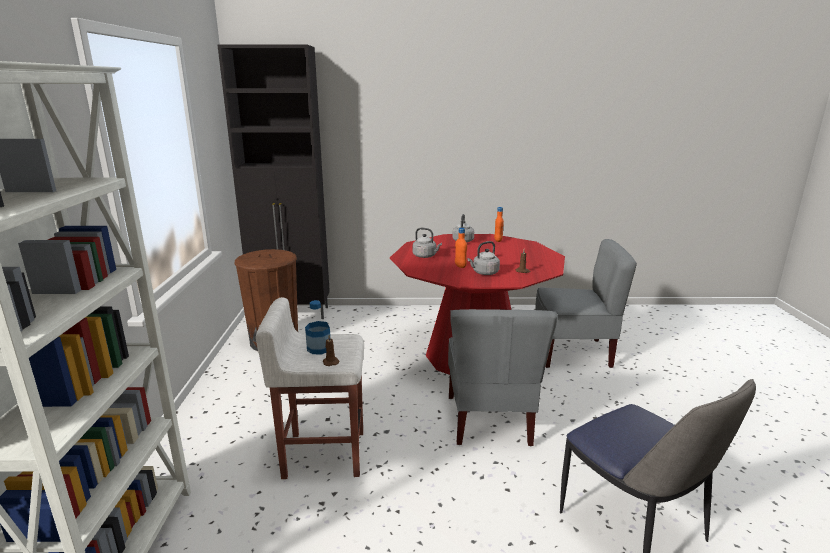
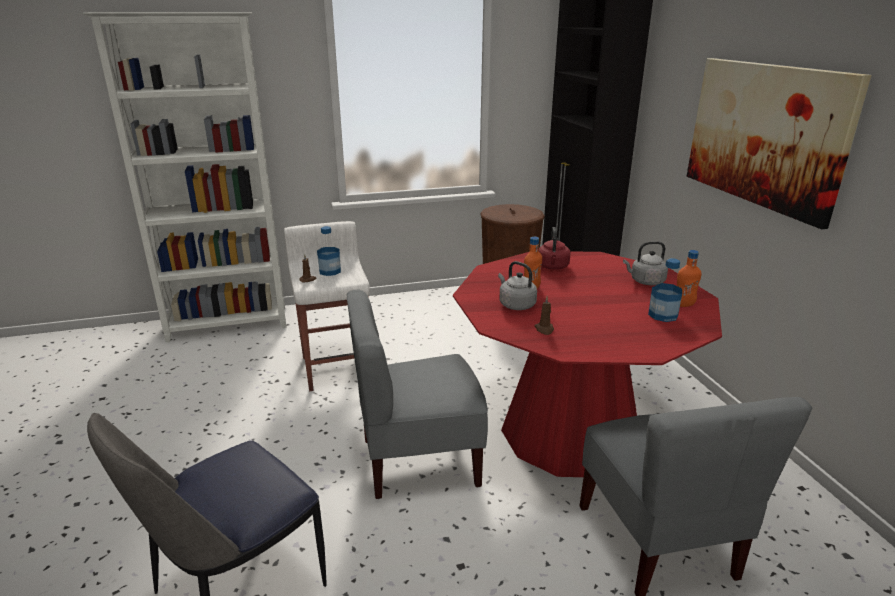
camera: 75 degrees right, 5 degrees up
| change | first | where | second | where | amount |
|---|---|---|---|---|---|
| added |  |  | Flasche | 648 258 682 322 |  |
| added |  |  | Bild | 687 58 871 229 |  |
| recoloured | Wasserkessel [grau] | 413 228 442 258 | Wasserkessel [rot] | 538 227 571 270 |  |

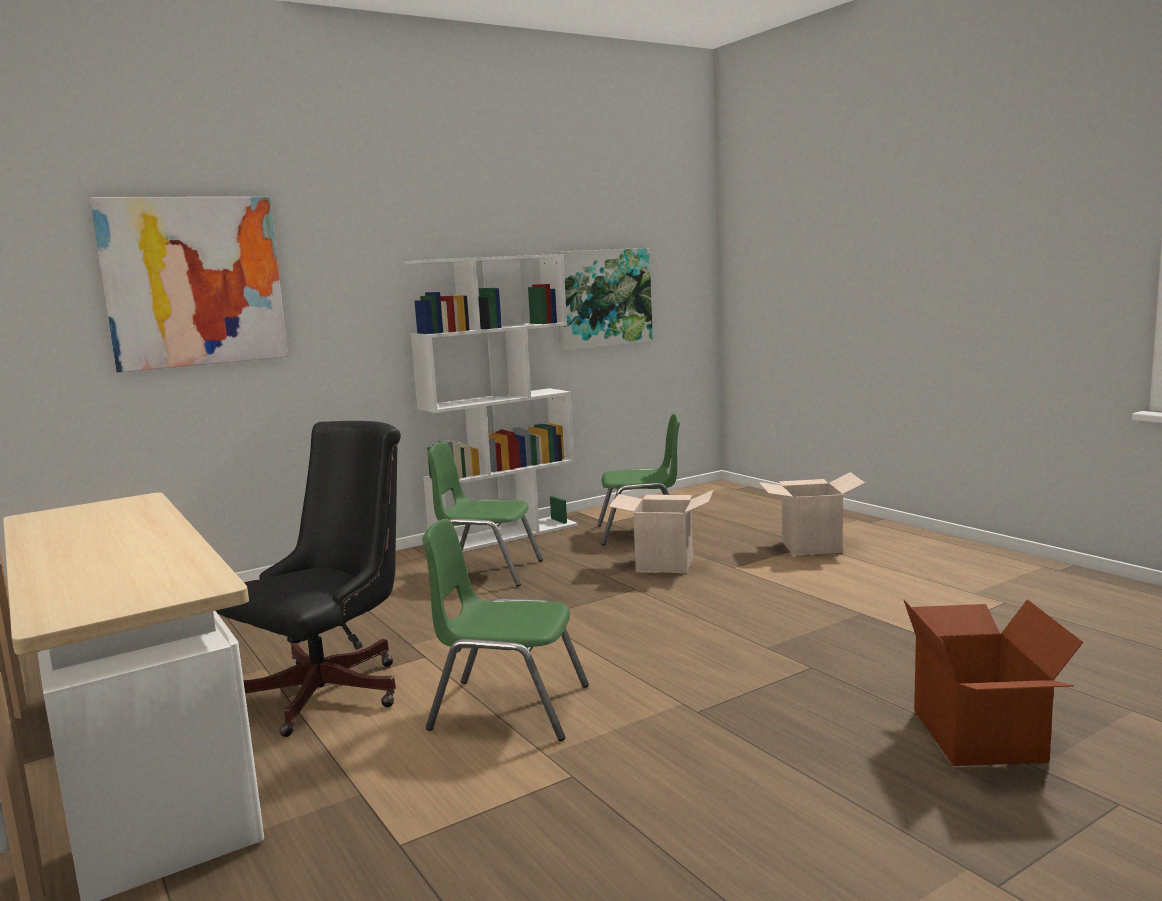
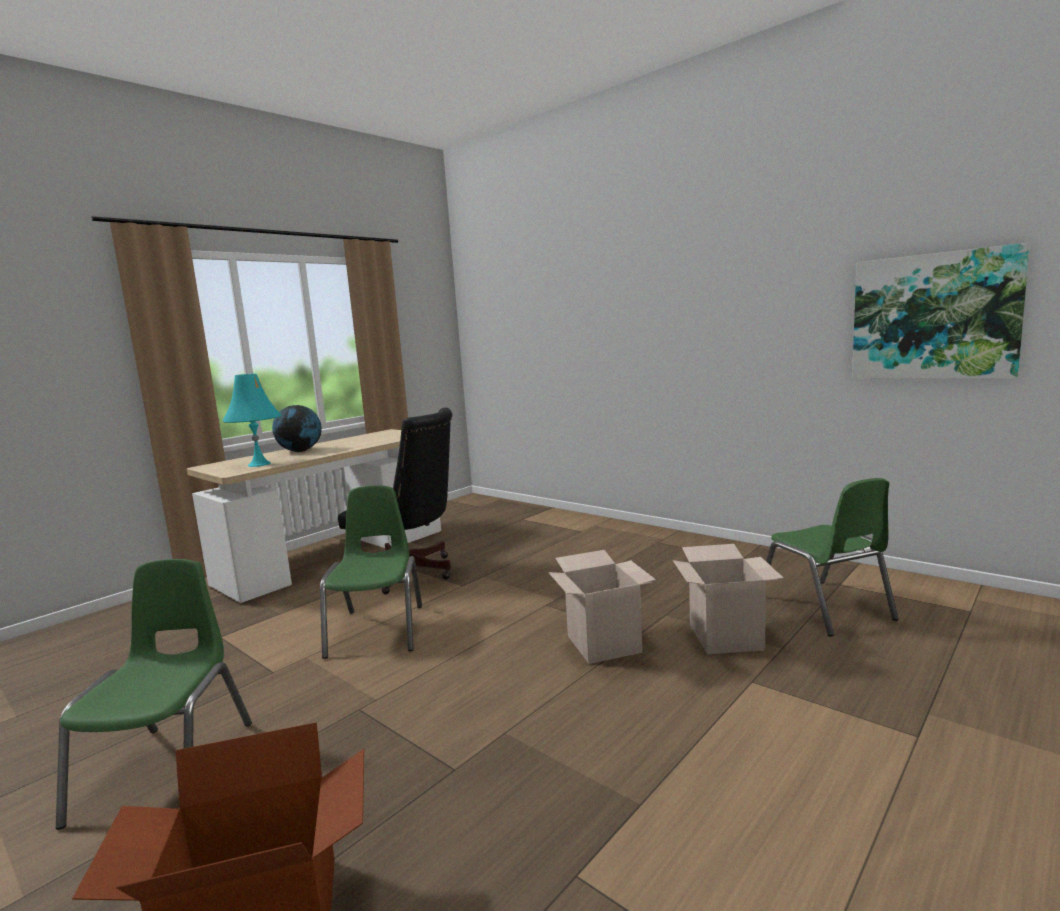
camera: 75 degrees right, 0 degrees up
| change | first | where | second | where | amount |
|---|---|---|---|---|---|
| removed | Bild | 90 197 288 372 |  |  |  |
| removed | Bücherregal [weiß] | 404 254 578 552 |  |  |  |
| added |  |  | Tischlampe [türkis] | 223 374 281 467 |  |
| added |  |  | Globus | 272 405 322 452 |  |
| moved | Stuhl [grün] | 427 442 543 587 |  | 56 559 252 830 |  |
| moved | Karton | 758 472 865 555 |  | 548 550 656 664 |  |

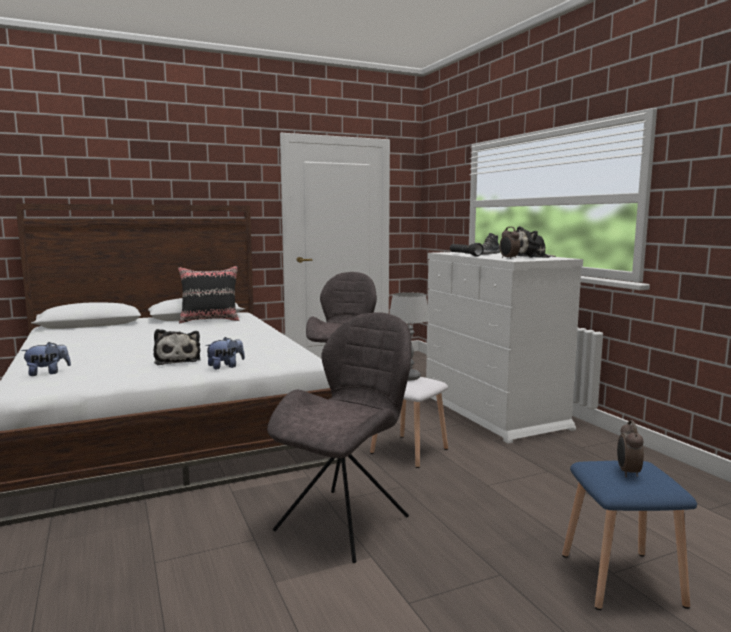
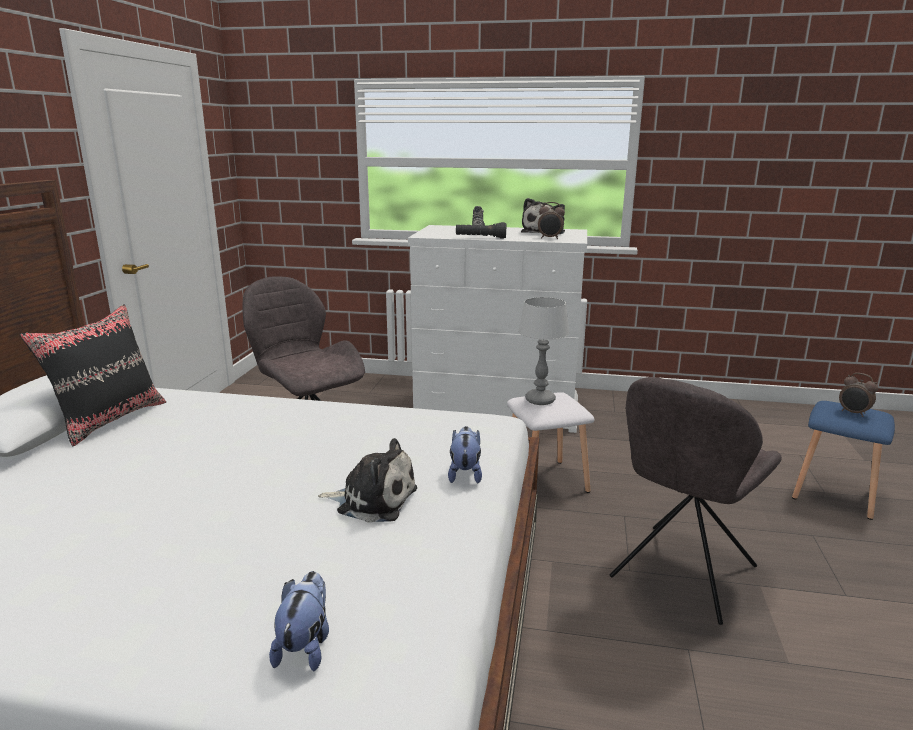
camera: 55 degrees left, 10 degrees up
| change | first | where | second | where | amount |
|---|---|---|---|---|---|
| turned | Stuhl [grau] | 267 312 411 563 |  | 610 377 782 625 | 120 degrees counterclockwise |

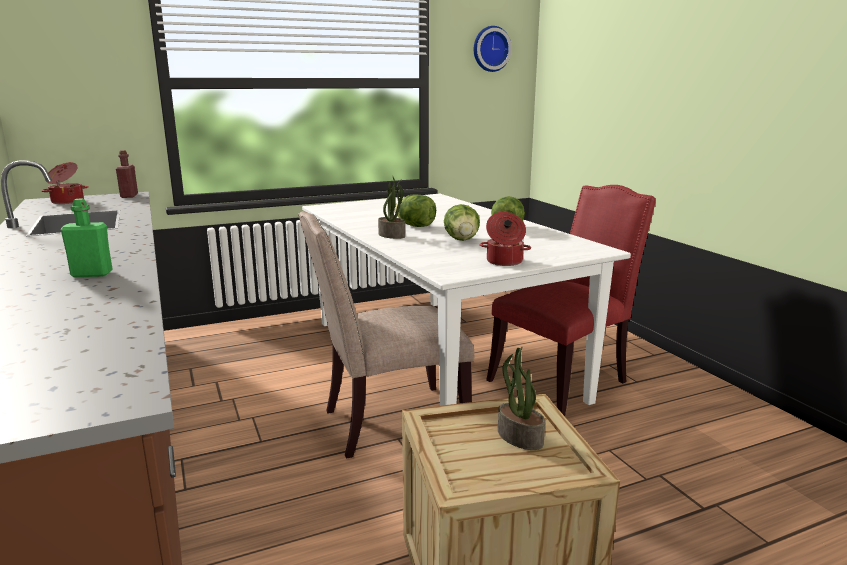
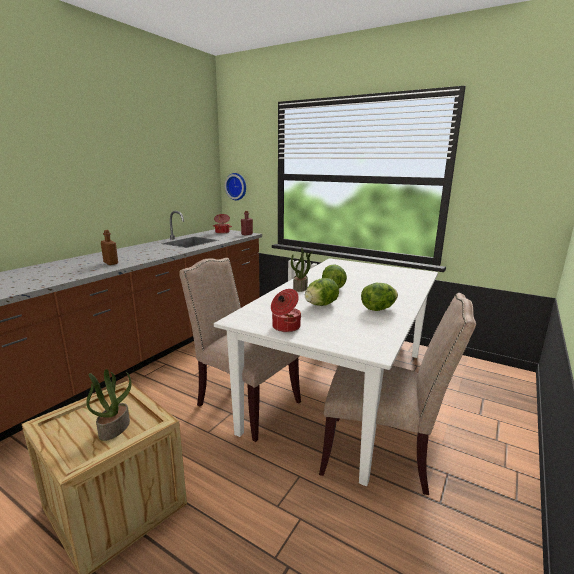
camera: 55 degrees right, 0 degrees up
| change | first | where | second | where | amount |
|---|---|---|---|---|---|
| moved | Wanduhr | 474 26 512 72 |  | 225 173 246 201 |  |
| recoloured | Flasche [grün] | 61 199 112 277 | Flasche [braun] | 101 230 118 265 |  |
| recoloured | Stuhl [rot] | 486 185 656 416 | Stuhl [beige] | 319 293 476 495 |  |

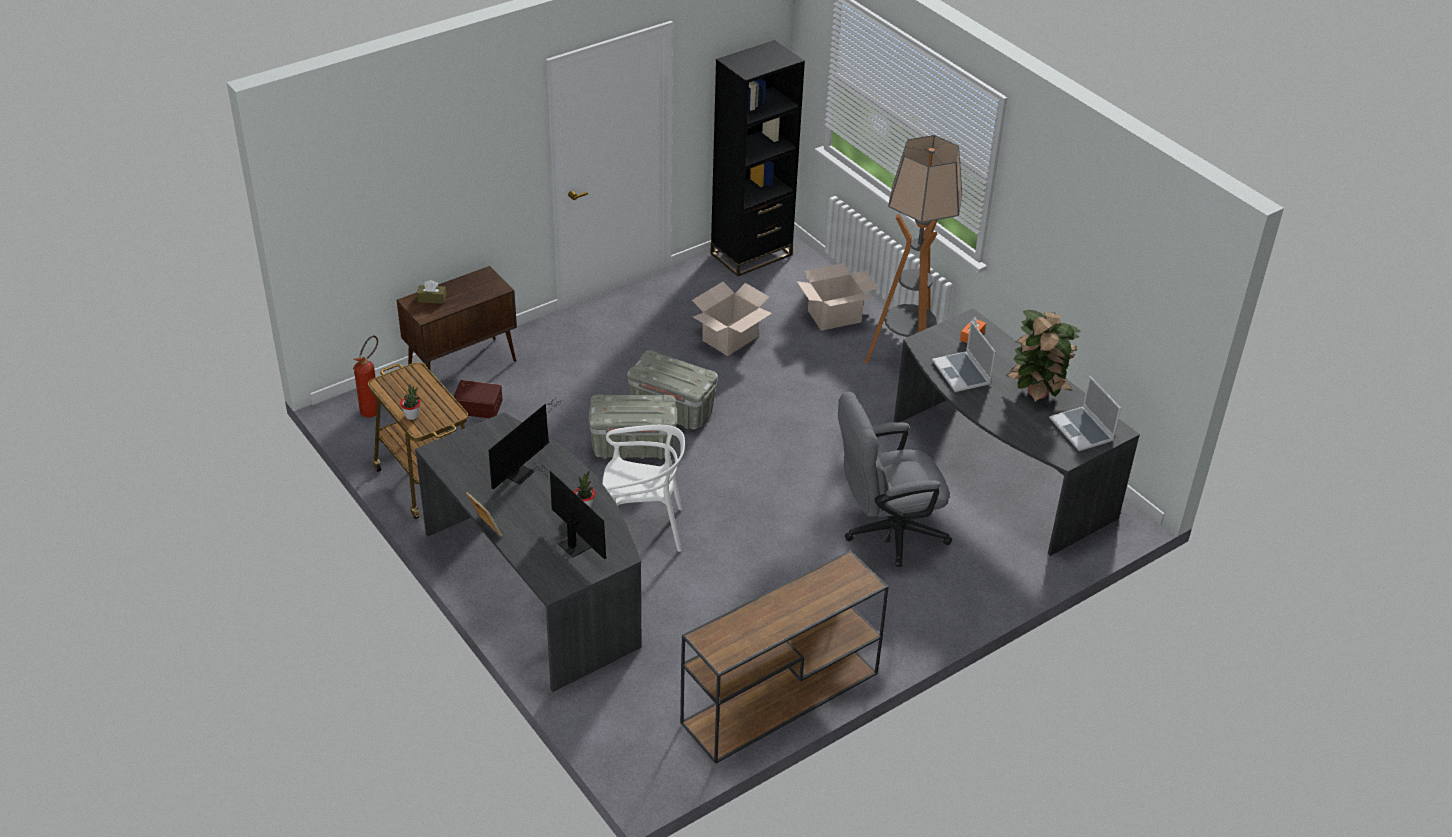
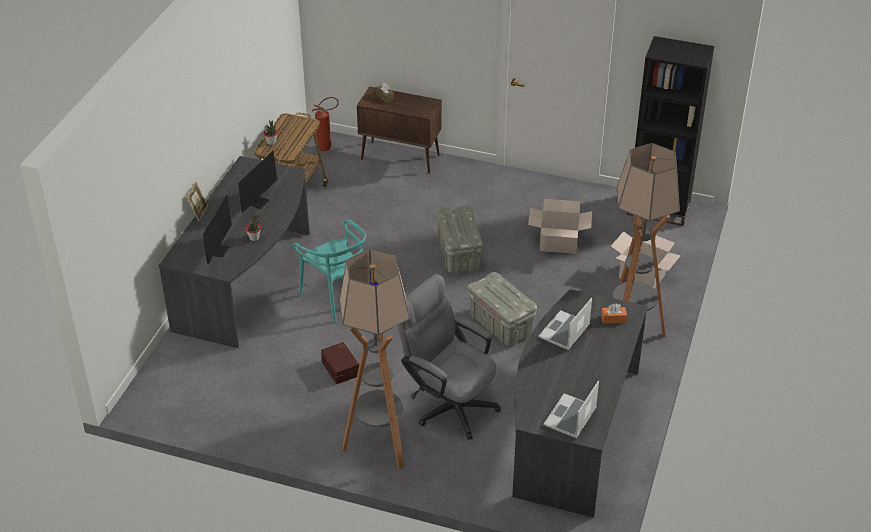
camera: 55 degrees right, 0 degrees up
| change | first | where | second | where | amount |
|---|---|---|---|---|---|
| removed | Konsolentisch [braun] | 680 550 889 764 |  |  |  |
| removed | Topfpflanze | 1005 310 1081 403 |  |  |  |
| added |  |  | Stehlampe | 339 249 410 470 |  |
| moved | Aufbewahrungsbox [braun] | 453 380 503 418 |  | 321 342 359 384 |  |
| moved | Aufbewahrungsbox [grau] | 589 394 677 459 |  | 468 272 537 345 |  |
| recoloured | Stuhl [weiß] | 602 425 685 552 | Stuhl [türkis] | 292 219 366 323 |  |
| turned | Monitor | 488 398 564 489 |  | 238 146 281 212 | 60 degrees counterclockwise |

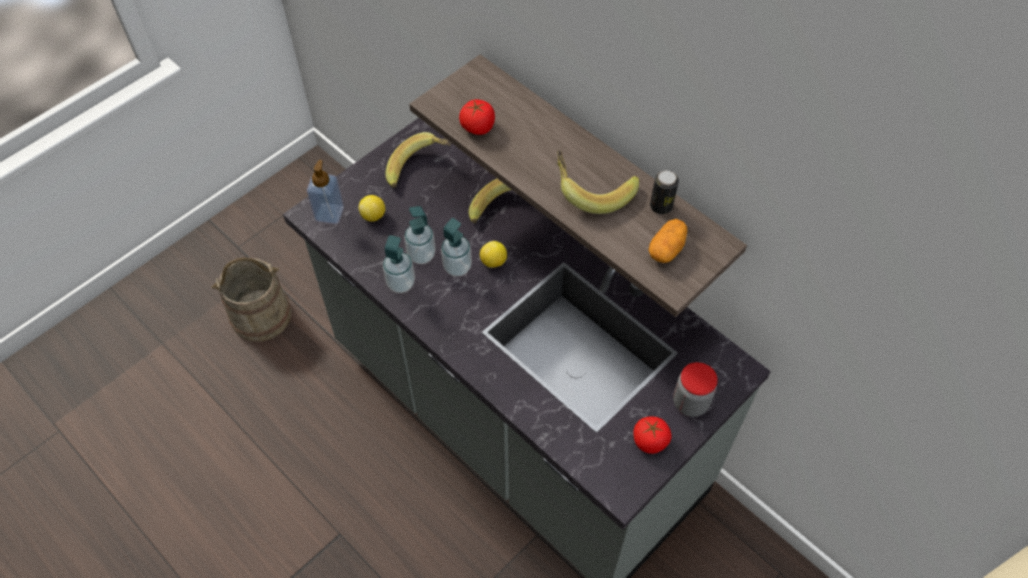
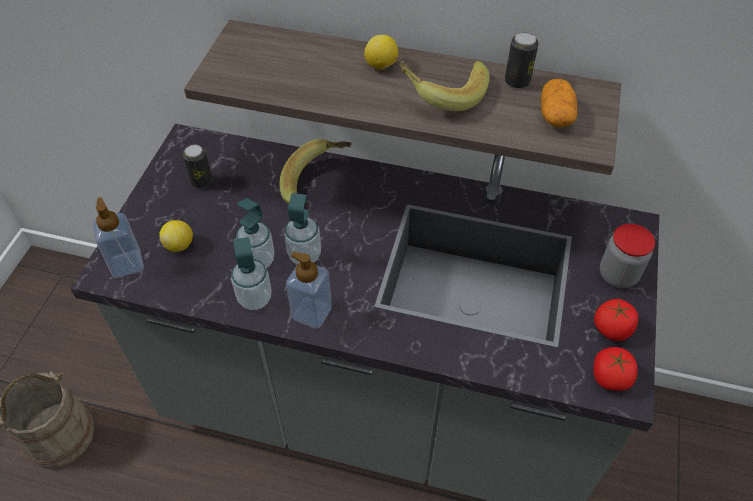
camera: 30 degrees left, 5 degrees down
| change | first | where | second | where | amount |
|---|---|---|---|---|---|
| added |  |  | Seifenspender | 286 252 332 329 |  |
| moved | Tomate | 459 99 495 135 |  | 593 347 638 391 |  |
| moved | Zitrone | 480 241 507 268 |  | 364 35 398 70 |  |
| replaced | Banane | 385 132 451 188 | Dose | 183 144 212 188 |  |

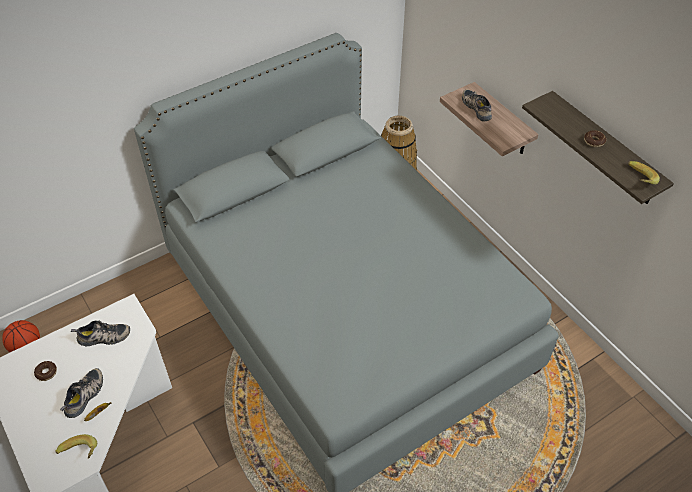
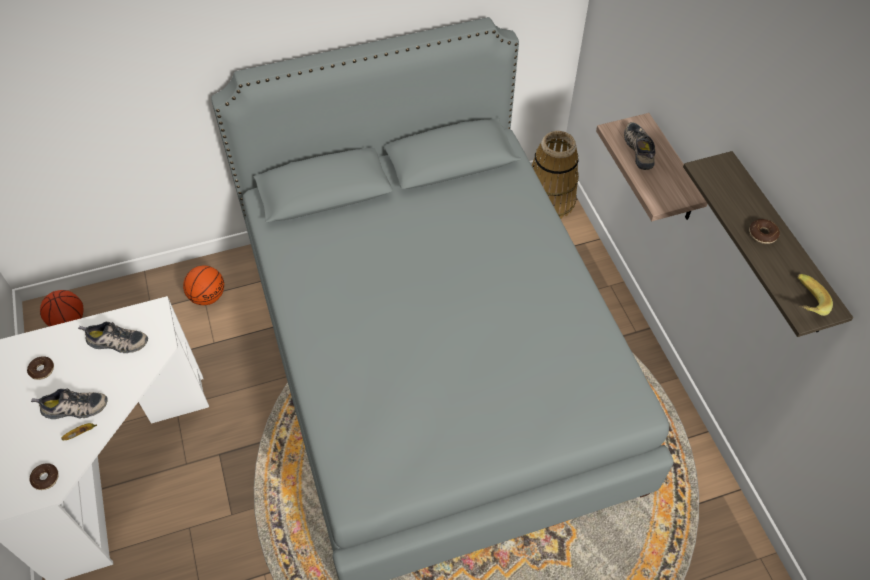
camera: 15 degrees right, 5 degrees up
| change | first | where | second | where | amount |
|---|---|---|---|---|---|
| added |  |  | Basketball | 183 266 224 305 |  |
| replaced | Banane | 55 434 97 458 | Donut | 30 463 59 490 |  |
| turned | Schuh | 60 368 103 418 |  | 31 388 108 419 | 45 degrees clockwise |

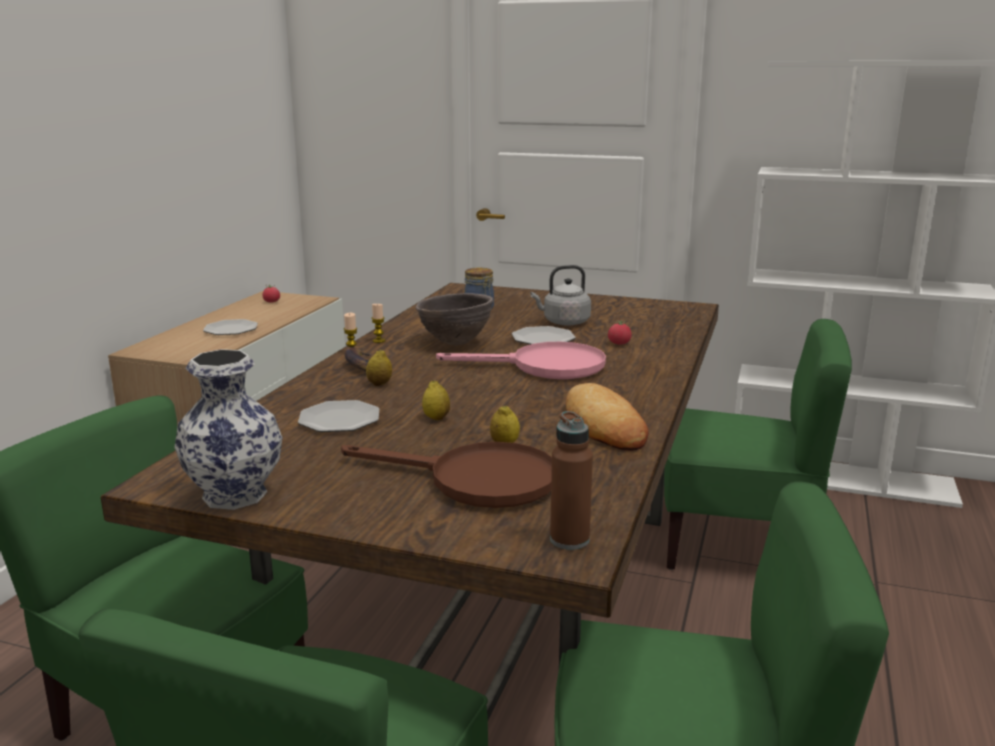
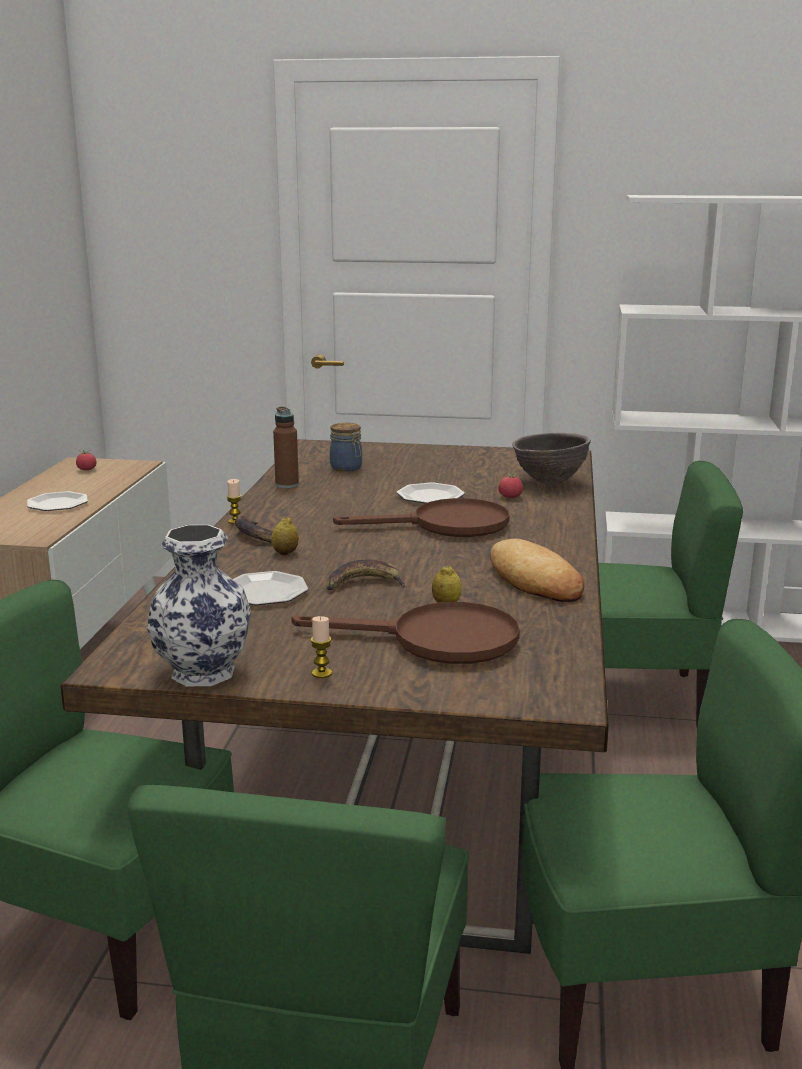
camera: 10 degrees left, 0 degrees up
| change | first | where | second | where | amount |
|---|---|---|---|---|---|
| removed | Wasserkessel [grau] | 531 265 591 326 |  |  |  |
| moved | Kerze | 371 303 385 343 |  | 311 616 332 678 |  |
| moved | Schüssel [braun] | 416 293 494 346 |  | 512 433 591 485 |  |
| moved | Flasche [braun] | 550 411 593 550 |  | 273 406 299 488 |  |
| replaced | Zitrone | 422 381 450 420 | Banane | 326 560 407 590 |  |
| recoloured | Pfanne [rosa] | 436 342 606 379 | Pfanne [braun] | 333 498 509 537 |  |

